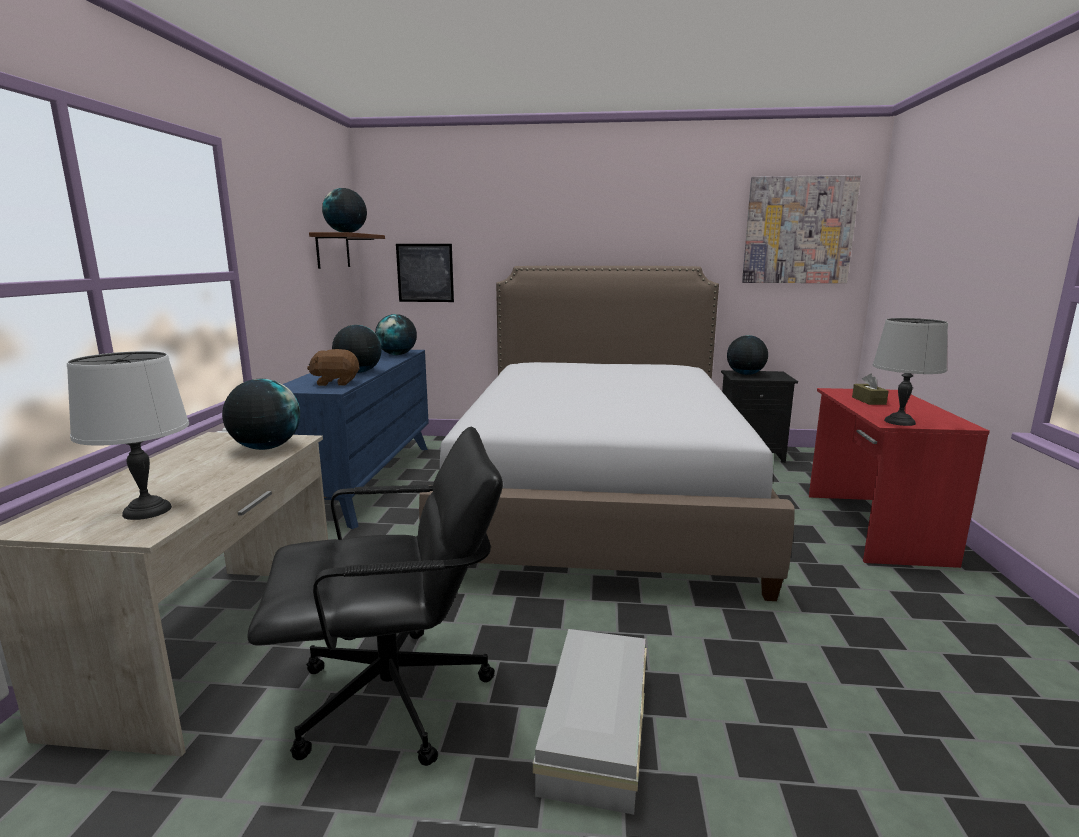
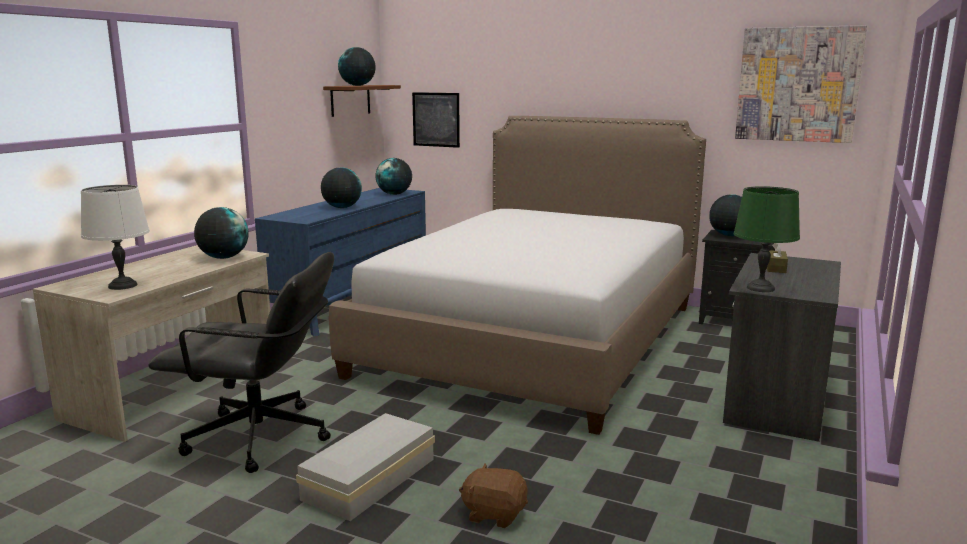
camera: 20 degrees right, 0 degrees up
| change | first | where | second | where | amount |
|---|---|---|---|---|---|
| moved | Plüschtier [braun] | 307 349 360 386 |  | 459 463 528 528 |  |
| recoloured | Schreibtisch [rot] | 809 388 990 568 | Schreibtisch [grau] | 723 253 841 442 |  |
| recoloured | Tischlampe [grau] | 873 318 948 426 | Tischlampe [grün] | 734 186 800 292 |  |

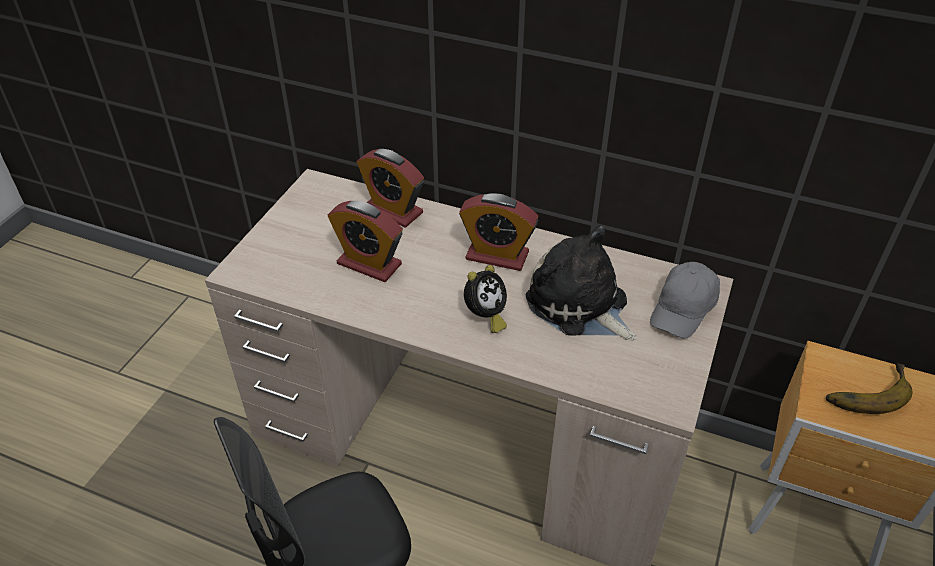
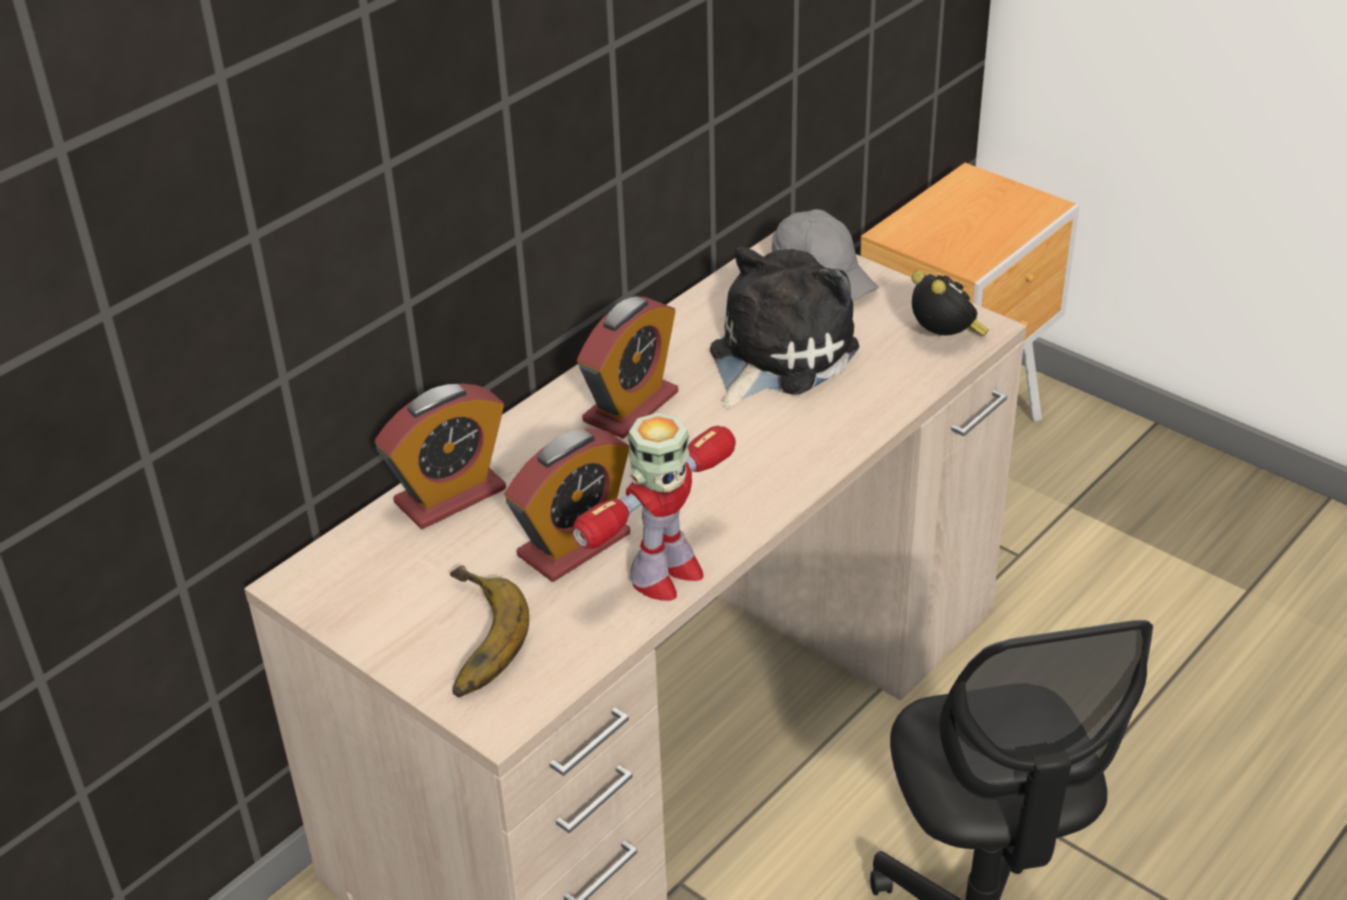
camera: 70 degrees left, 5 degrees down
| change | first | where | second | where | amount |
|---|---|---|---|---|---|
| added |  |  | Spielzeugroboter | 572 413 736 601 |  |
| moved | Wecker | 464 265 507 333 |  | 911 270 989 336 |  |
| moved | Banane | 826 363 912 414 |  | 450 566 529 697 |  |
| turned | Plüschtier | 526 225 637 341 |  | 710 246 859 409 | 150 degrees clockwise |

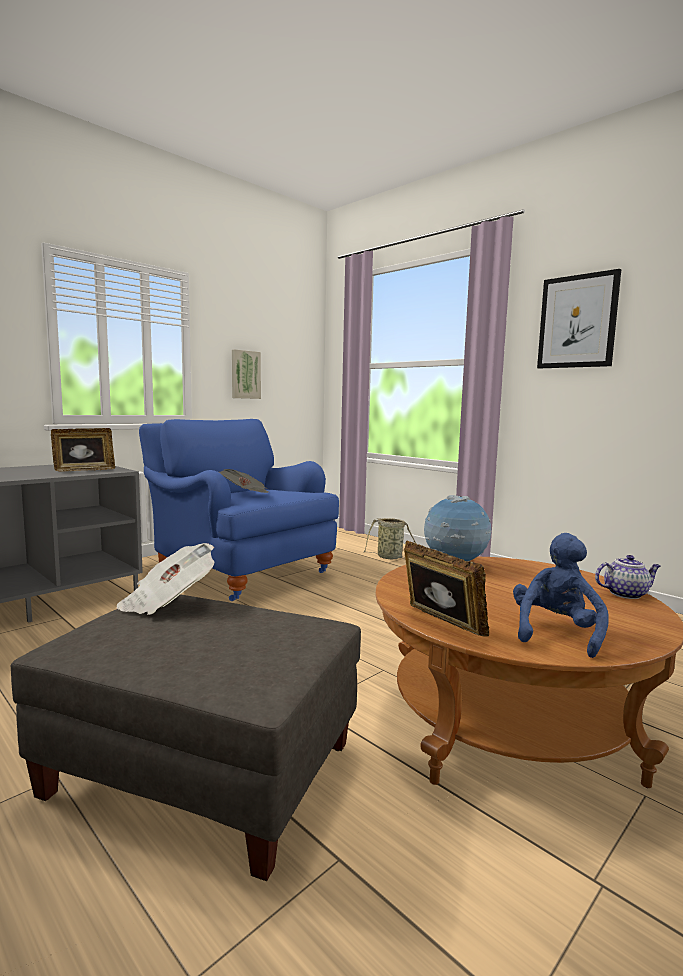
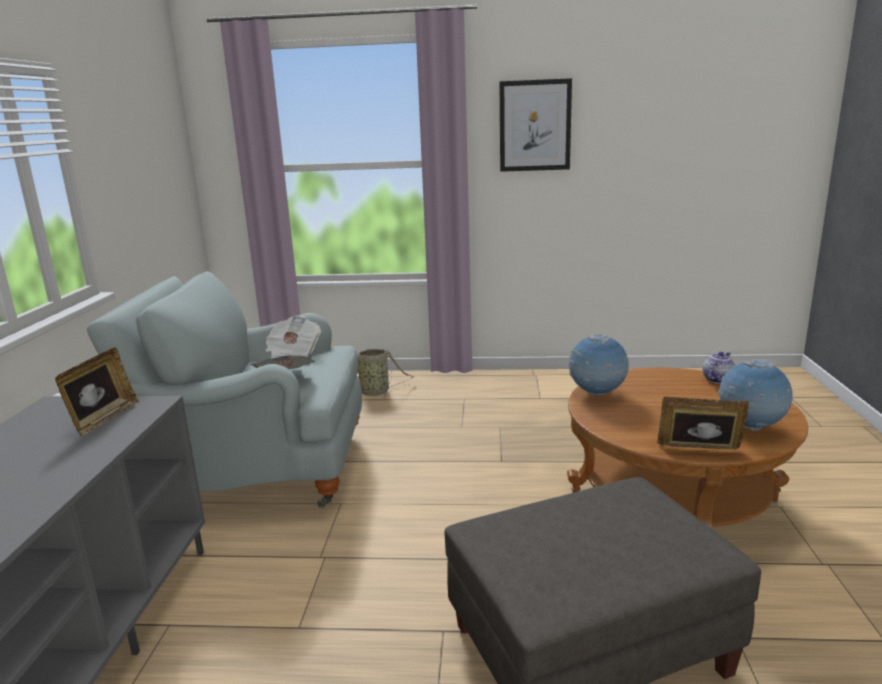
camera: 40 degrees left, 10 degrees up
| change | first | where | second | where | amount |
|---|---|---|---|---|---|
| removed | Bild | 232 349 261 399 |  |  |  |
| moved | Zeitung | 117 543 215 615 |  | 265 315 321 358 |  |
| replaced | Plüschtier [blau] | 513 533 609 658 | Globus | 718 358 792 431 |  |
| recoloured | Sessel [blau] | 139 419 339 601 | Sessel [grau] | 87 271 362 508 |  |

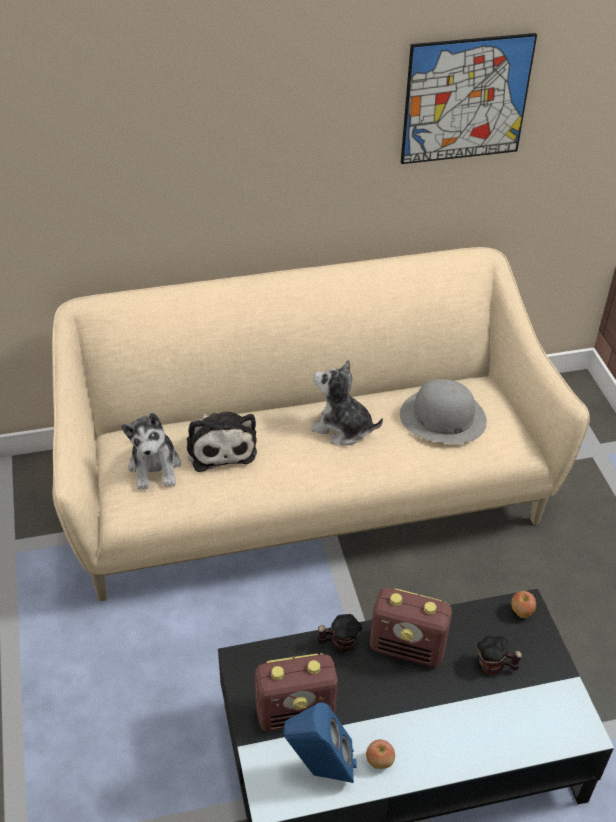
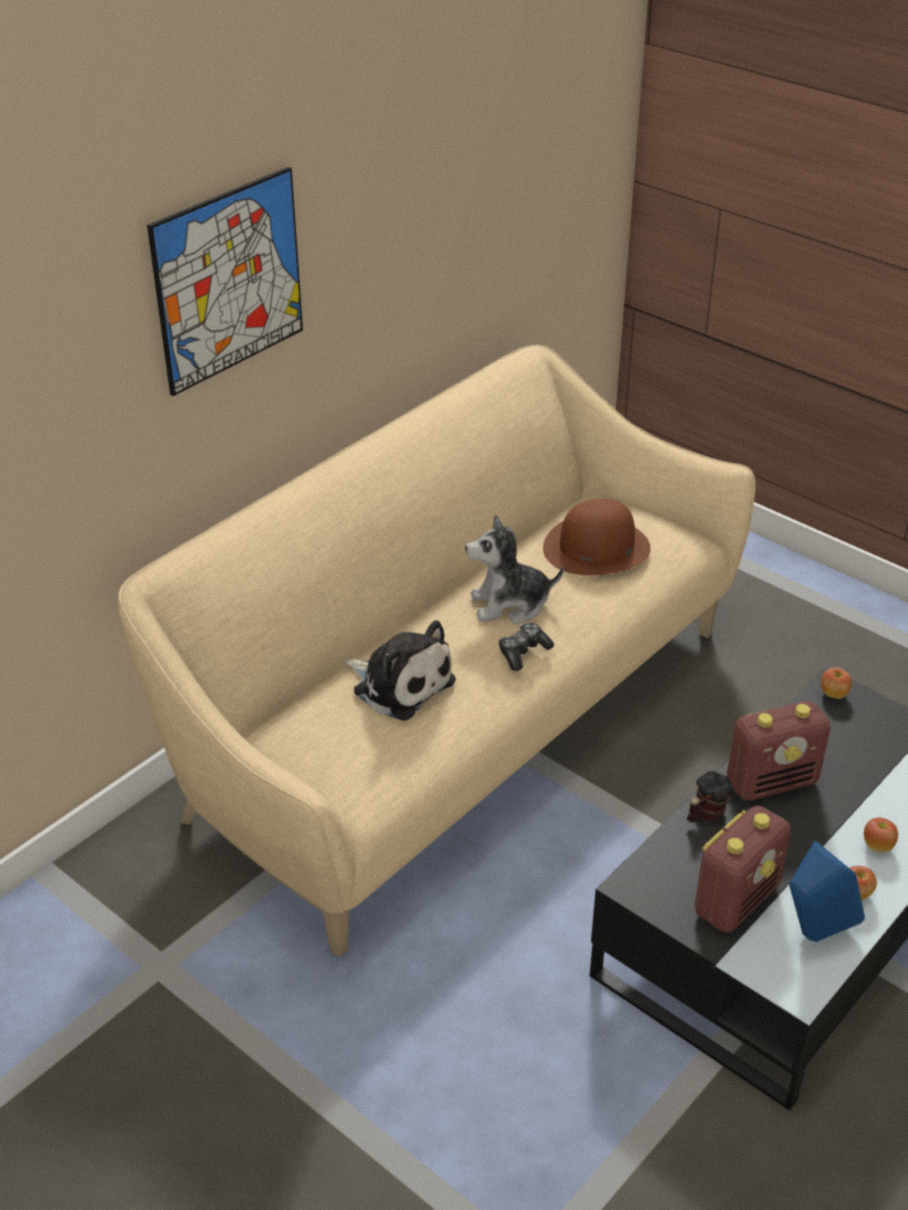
camera: 35 degrees left, 5 degrees down
| change | first | where | second | where | amount |
|---|---|---|---|---|---|
| removed | Plüschtier | 121 413 181 490 |  |  |  |
| removed | Henkelbecher | 477 636 522 675 |  |  |  |
| added |  |  | Gamepad | 499 623 554 671 |  |
| added |  |  | Apfel | 864 818 898 853 |  |
| moved | Bild | 401 33 537 164 |  | 147 166 303 396 |  |
| recoloured | Hut [grau] | 400 379 487 444 | Hut [braun] | 543 499 651 575 |  |

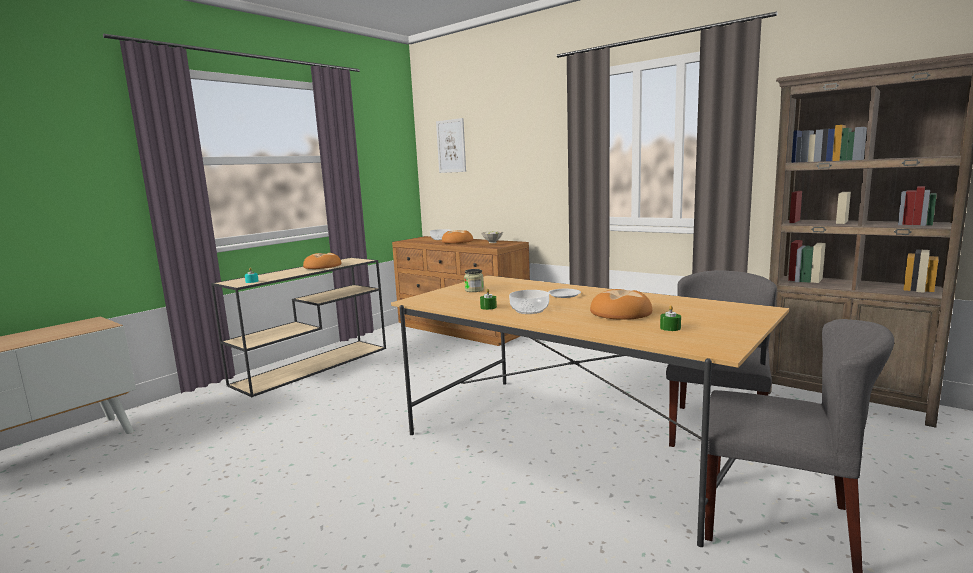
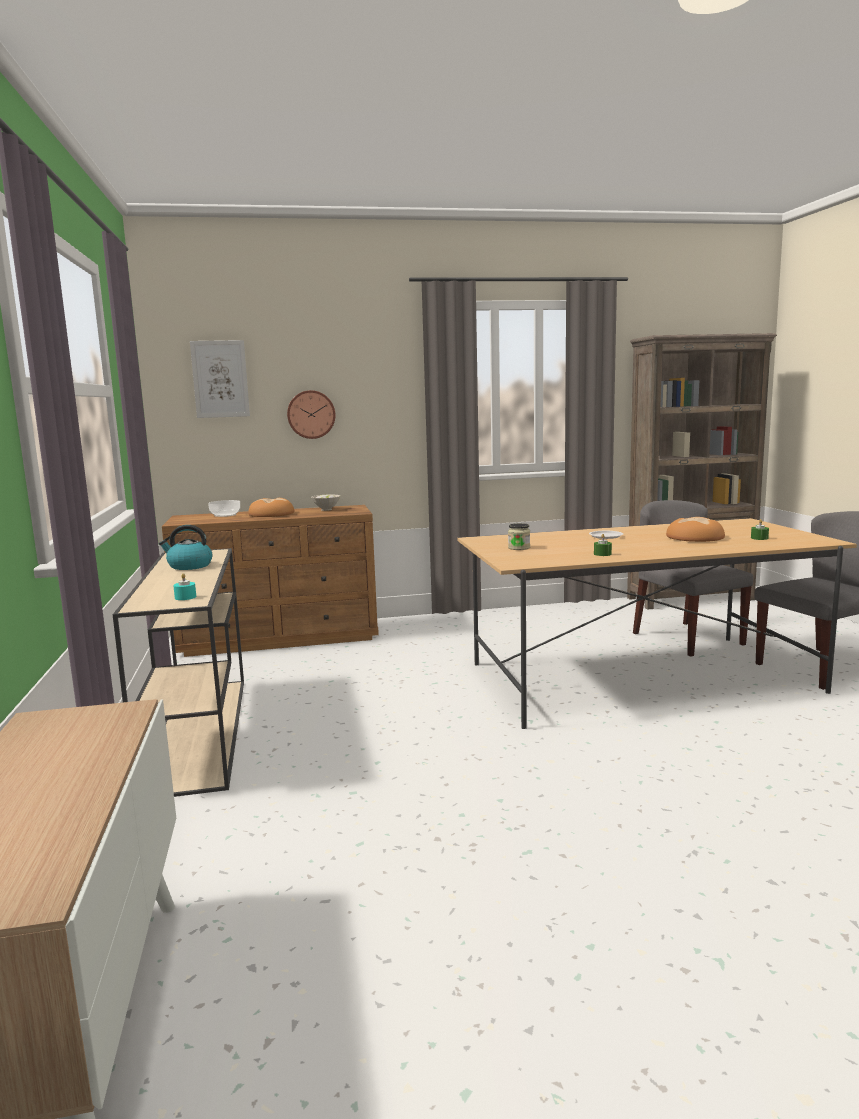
camera: 50 degrees left, 0 degrees up
| change | first | where | second | where | amount |
|---|---|---|---|---|---|
| removed | Schüssel | 509 290 549 314 |  |  |  |
| added |  |  | Wanduhr | 287 390 335 439 |  |
| replaced | Brot | 303 253 342 269 | Wasserkessel | 159 525 213 570 |  |

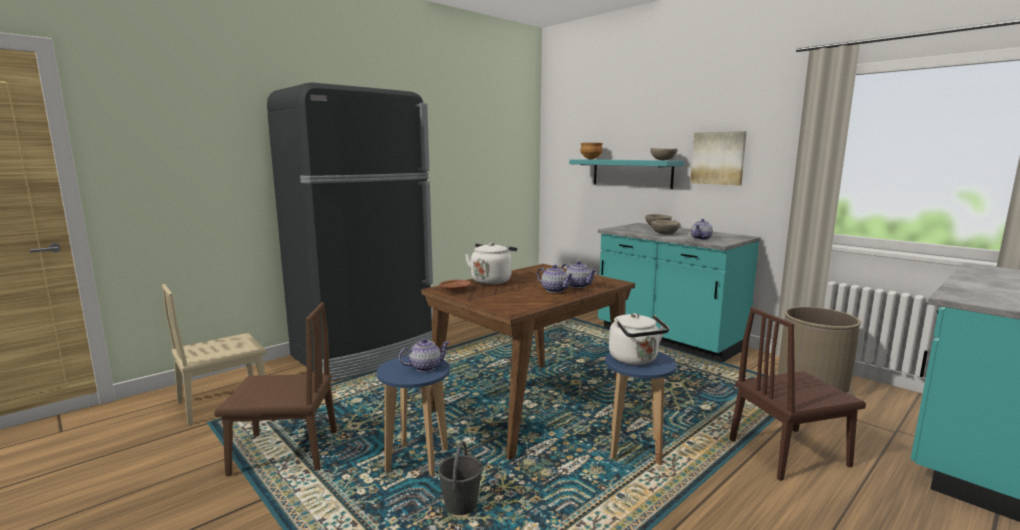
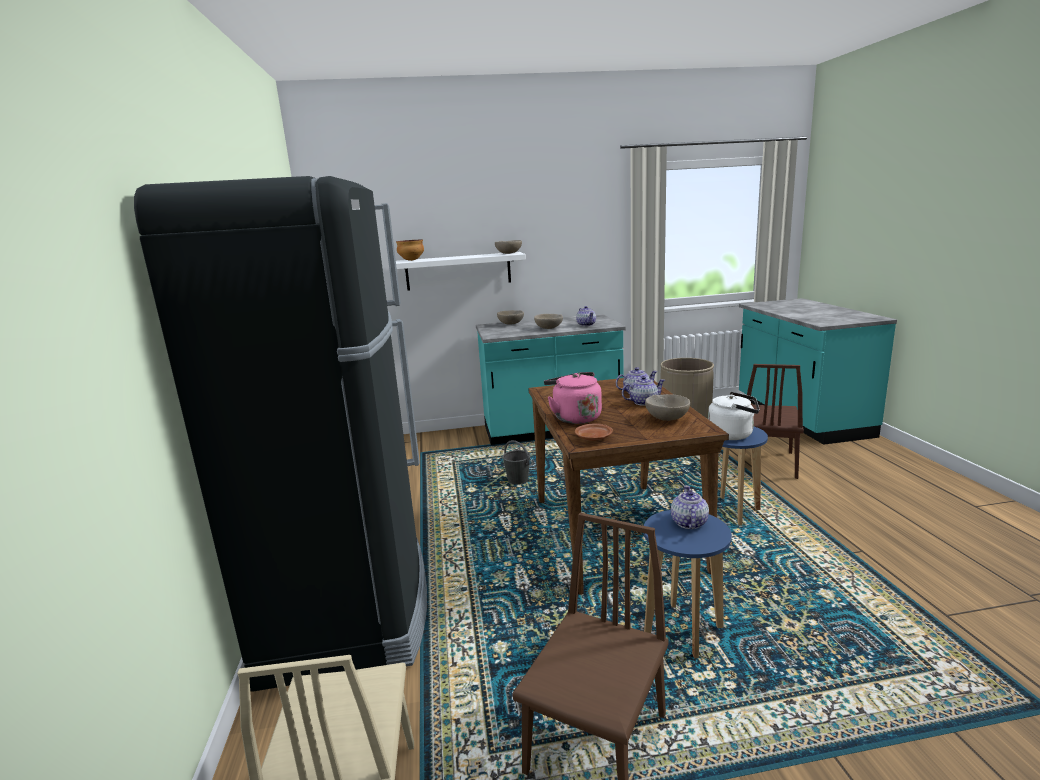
camera: 55 degrees left, 5 degrees up
| change | first | where | second | where | amount |
|---|---|---|---|---|---|
| removed | Bild | 690 131 747 186 |  |  |  |
| added |  |  | Schüssel [beige] | 645 394 690 421 |  |
| moved | Eimer [grau] | 438 441 483 515 |  | 502 440 531 484 |  |
| recoloured | Wasserkessel [weiß] | 465 242 517 285 | Wasserkessel [rosa] | 544 372 602 424 |  |
| recoloured | Wandregal [türkis] | 569 159 684 189 | Wandregal [weiß] | 396 252 526 291 |  |

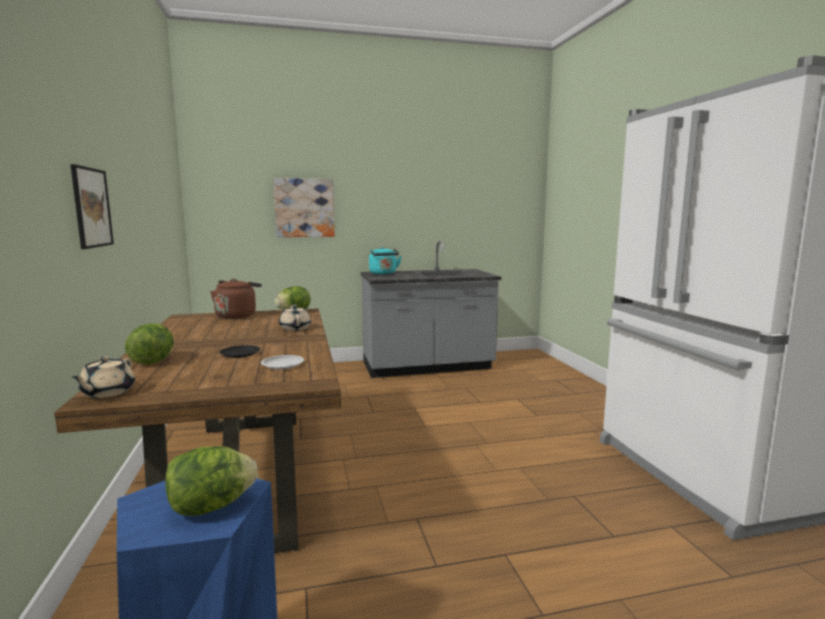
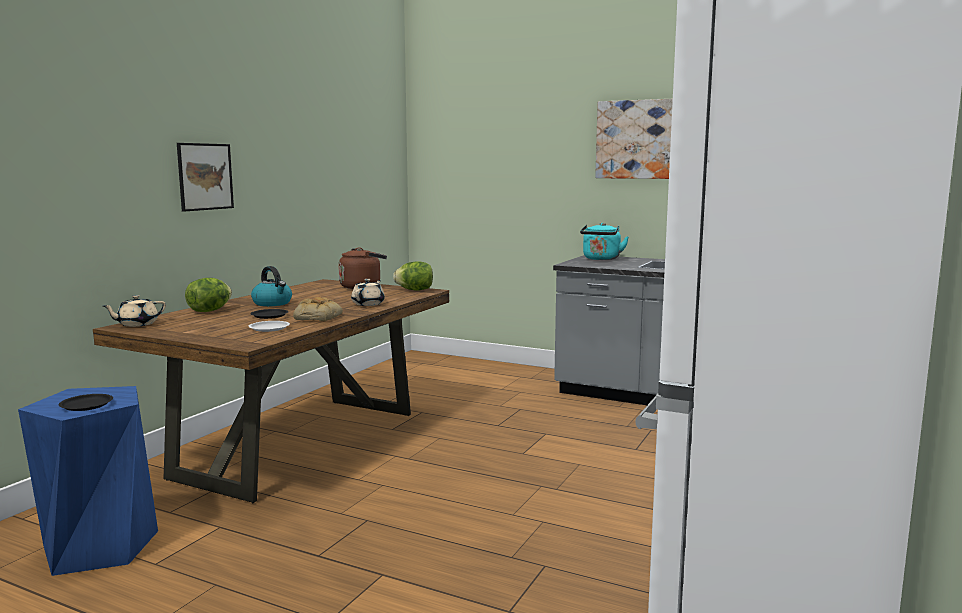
camera: 40 degrees right, 0 degrees up
| change | first | where | second | where | amount |
|---|---|---|---|---|---|
| added |  |  | Wasserkessel | 251 266 292 306 |  |
| added |  |  | Brot | 293 296 343 321 |  |
| moved | Bild | 274 178 335 237 |  | 595 99 673 179 |  |
| replaced | Salatkopf | 165 446 258 516 | Teller [schwarz] | 59 394 113 411 |  |

